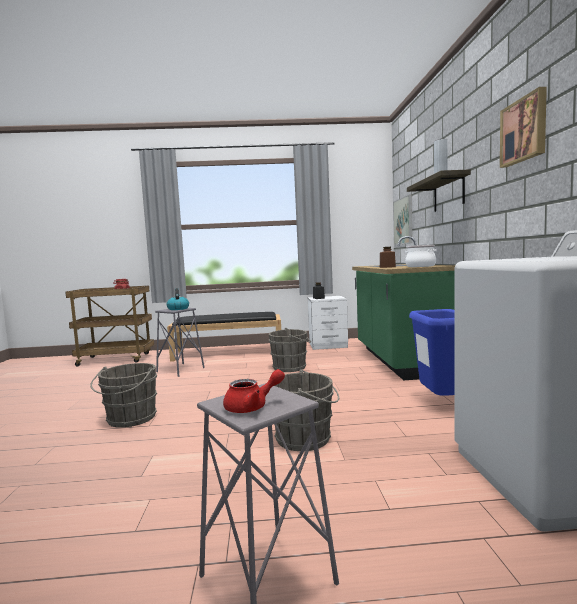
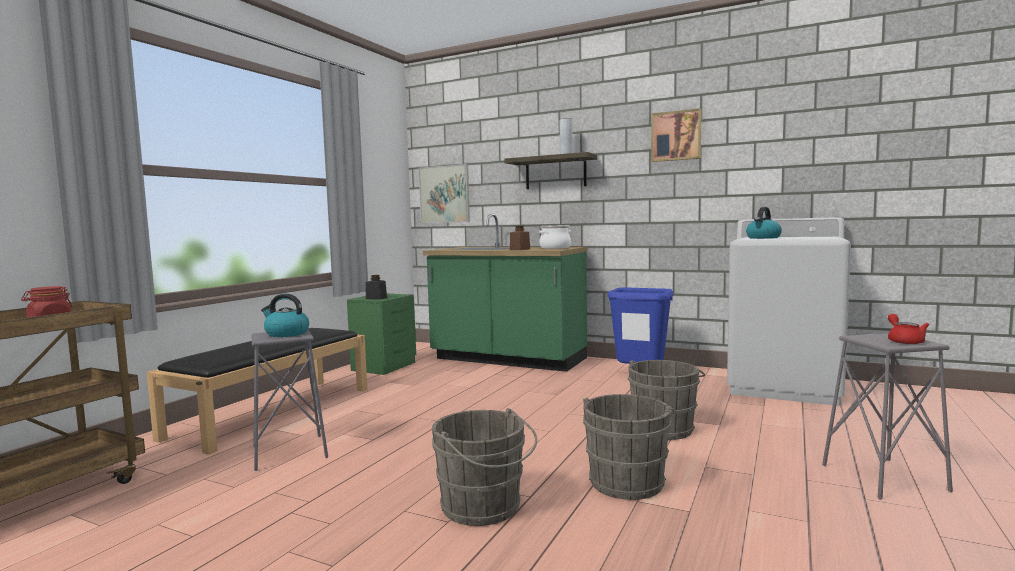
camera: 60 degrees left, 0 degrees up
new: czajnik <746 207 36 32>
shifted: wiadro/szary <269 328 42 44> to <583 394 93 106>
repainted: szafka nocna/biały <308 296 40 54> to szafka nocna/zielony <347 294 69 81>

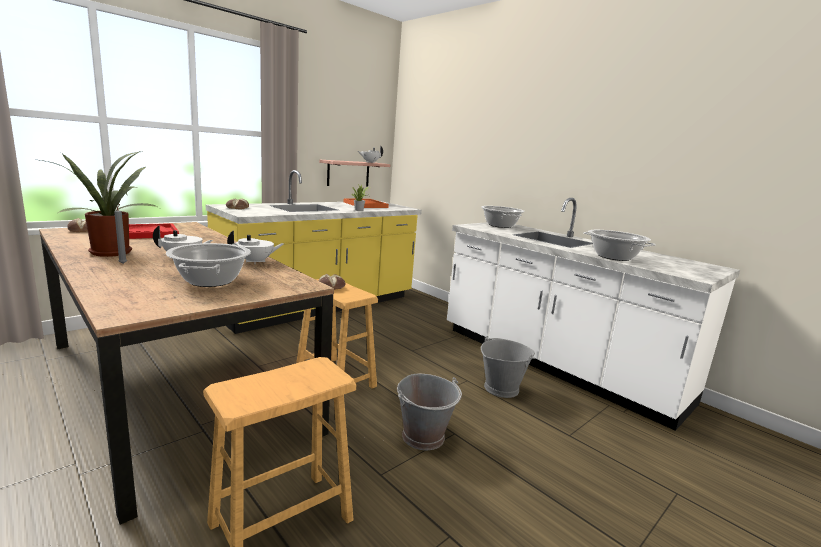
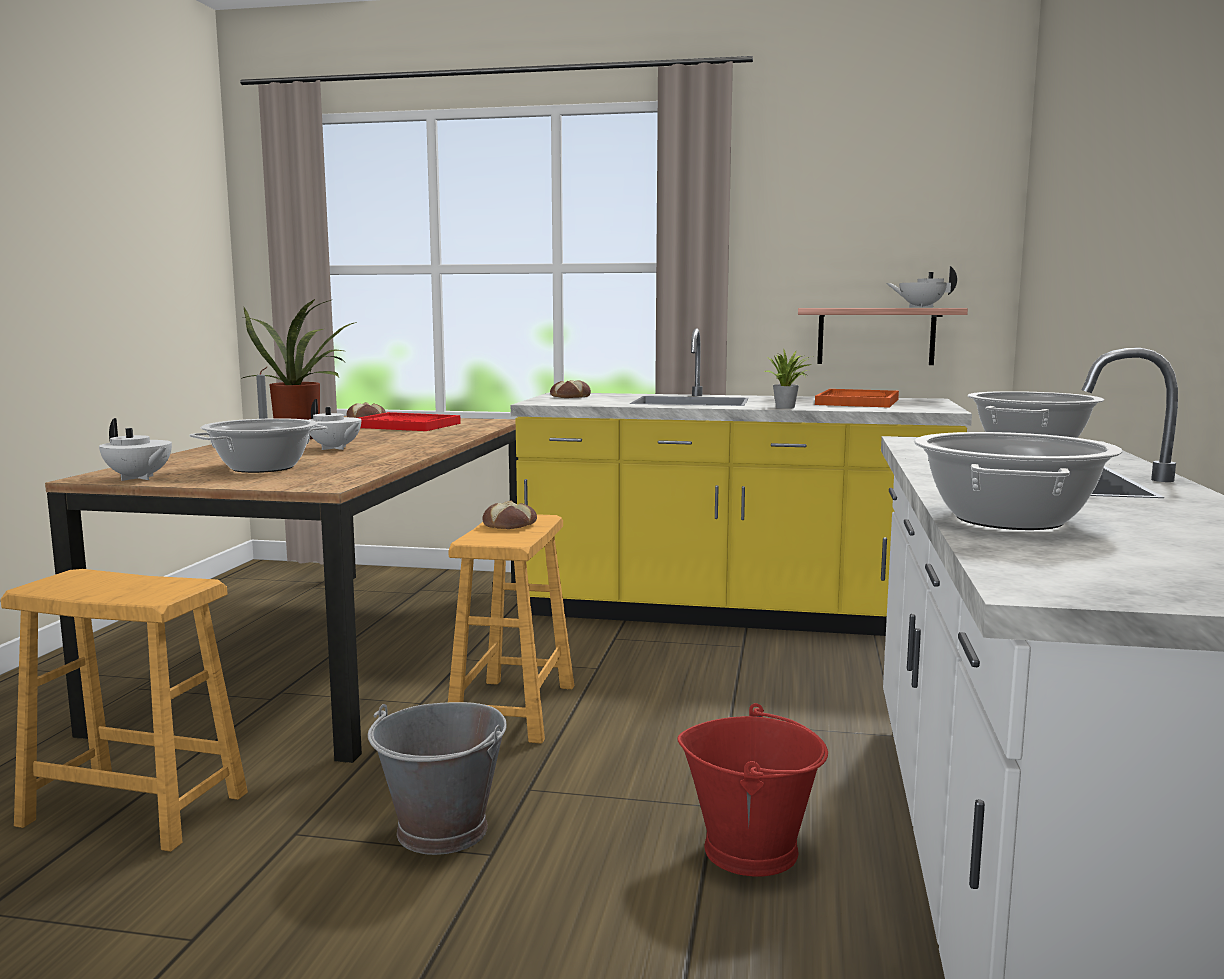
camera: 55 degrees right, 5 degrees down
shifted: imbryk/biały <227 230 57 34> to <99 418 73 63>
repainted: wiadro/szary <481 336 54 62> to wiadro/czerwony <677 703 151 174>

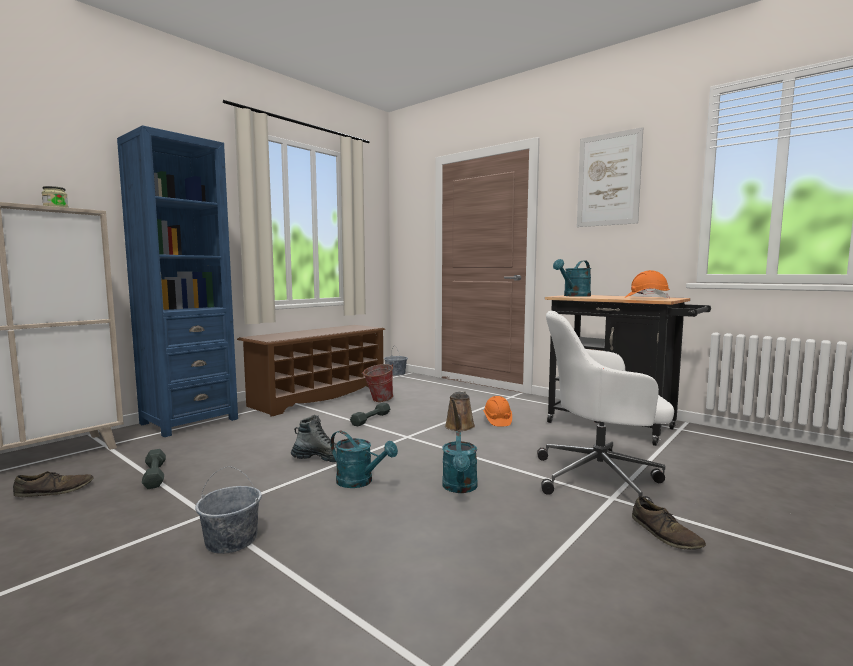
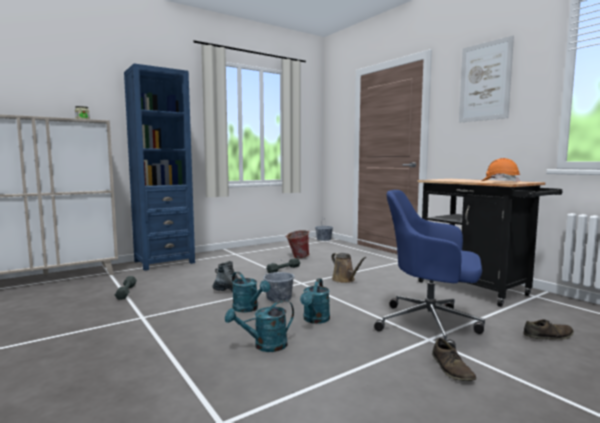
camera: 15 degrees right, 0 degrees up
gone: regał na buty/brązowy <237 325 148 92>; kask/pomarańczowy <483 396 29 30>
shifted: konewka/turkusowy <553 259 38 38> to <225 300 69 52>; wiadro/szary <195 466 67 88> to <263 259 32 43>; but/brązowy <13 471 81 26> to <523 320 51 20>
repainted: krzesło biurowe/biały <537 311 137 193> to krzesło biurowe/niebieski <374 190 111 159>
rotated: konewka/brązowy <445 391 30 40> = <331 253 36 30> 60 degrees counterclockwise

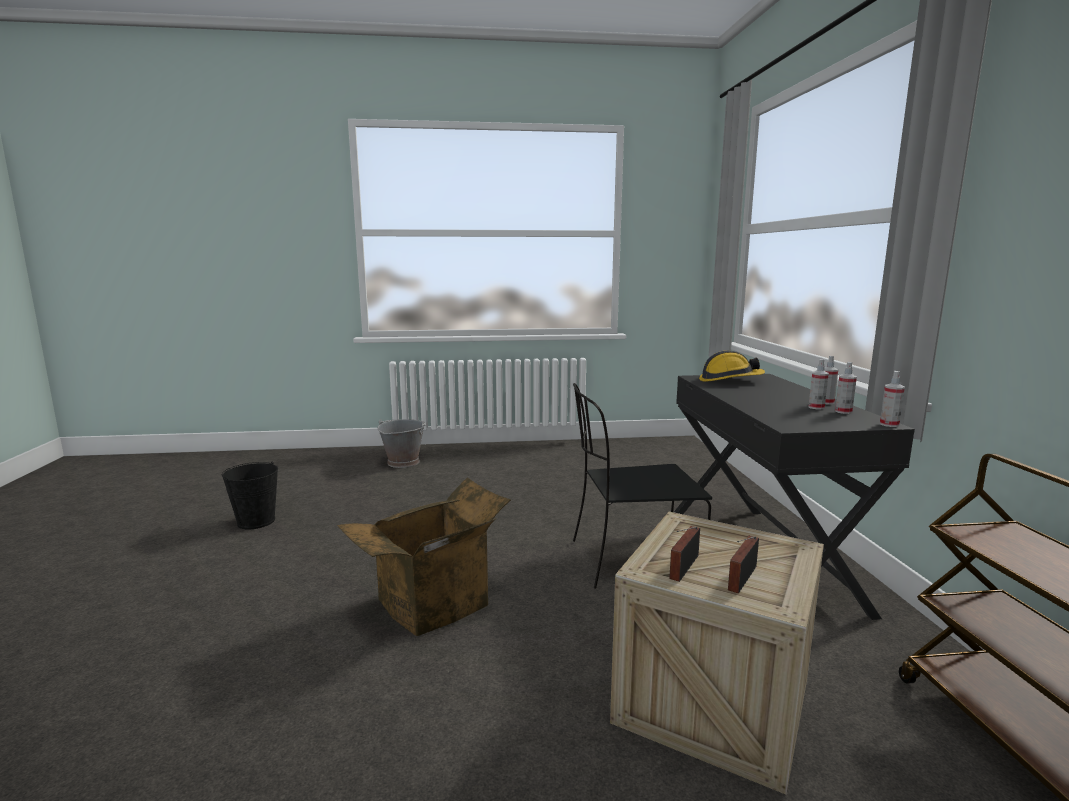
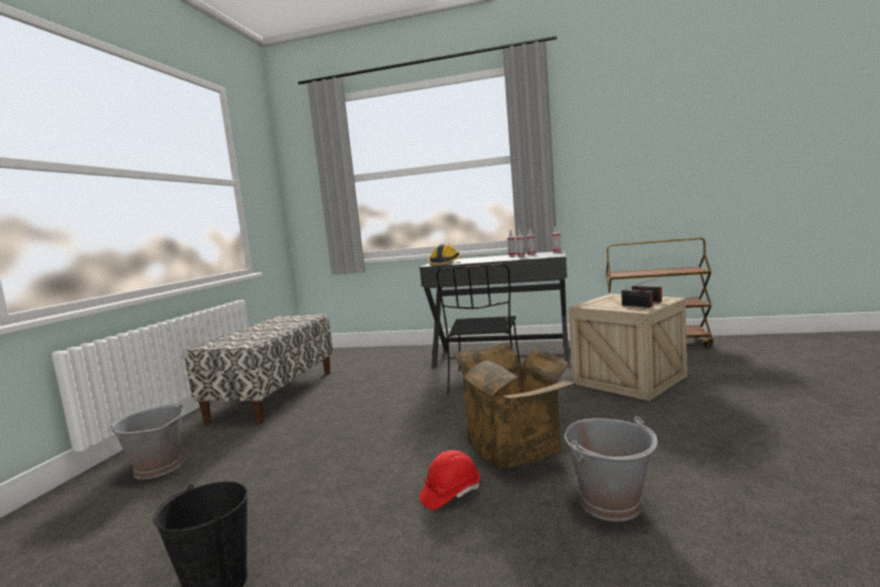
camera: 70 degrees left, 5 degrees down
new: ławka <185 314 148 110>; wiadro/szary <565 416 93 105>; kask/czerwony <420 450 60 60>

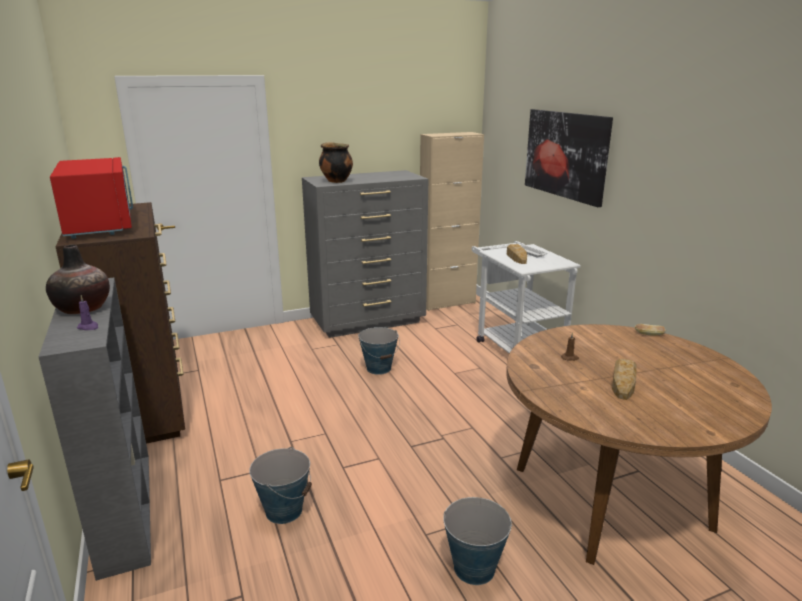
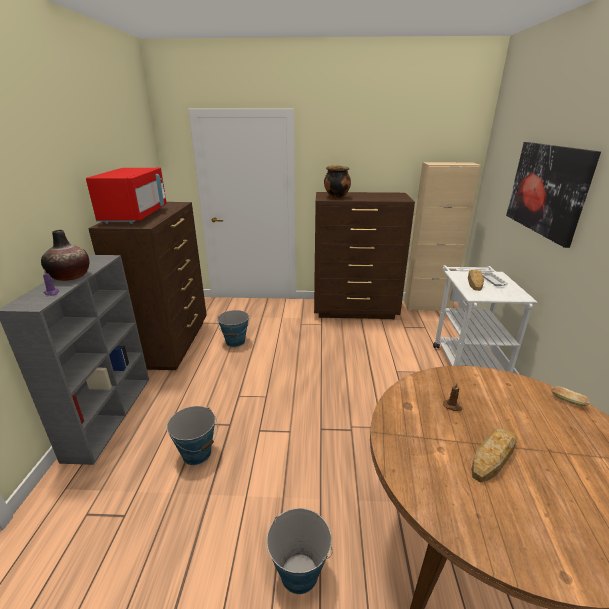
camera: 25 degrees right, 5 degrees up
shifted: wiadro <358 327 42 48> to <217 310 32 37>
repainted: komoda/szary <302 170 126 168> to komoda/brązowy <314 192 101 127>

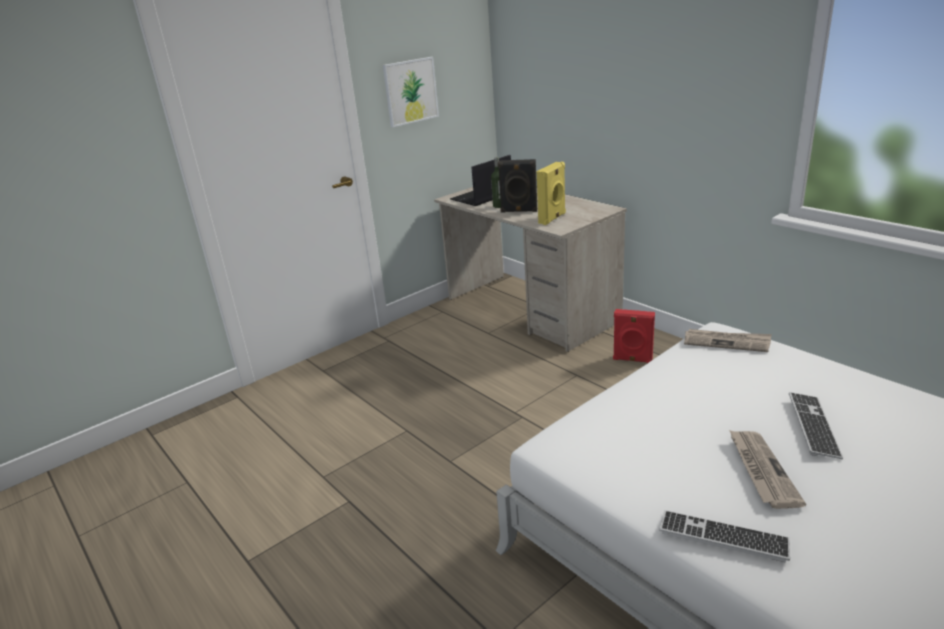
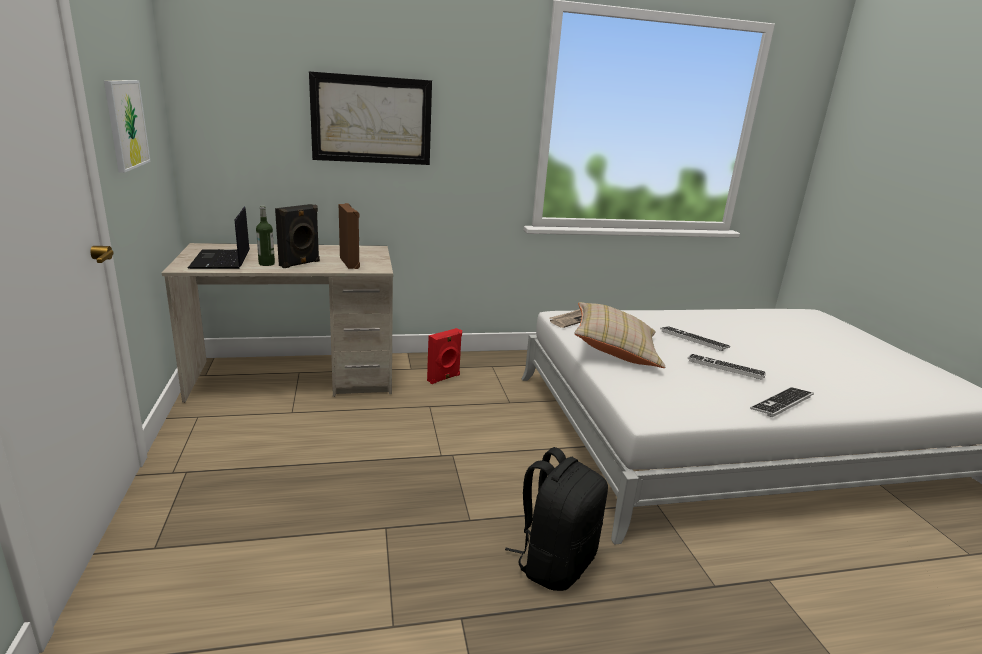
camera: 65 degrees left, 5 degrees down
new: obraz <309 71 123 94>; poduszka/beżowy <574 302 91 66>; plecak/czarny <505 447 103 144>
swapped: gazeta <729 430 77 79> to klawiatura <687 354 79 26>
repainted: głośnik/żółty <537 162 29 63> to głośnik/brązowy <339 203 21 66>

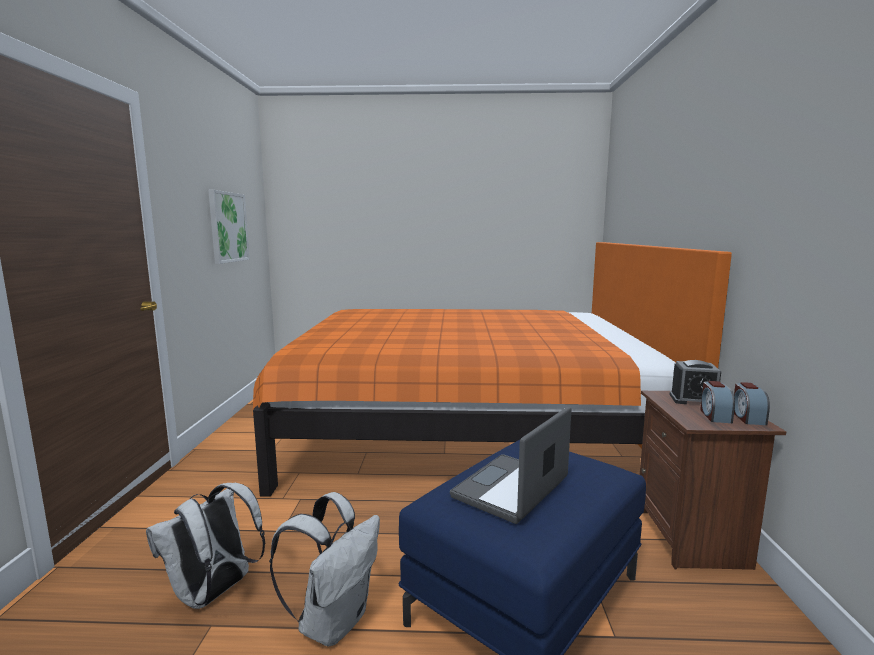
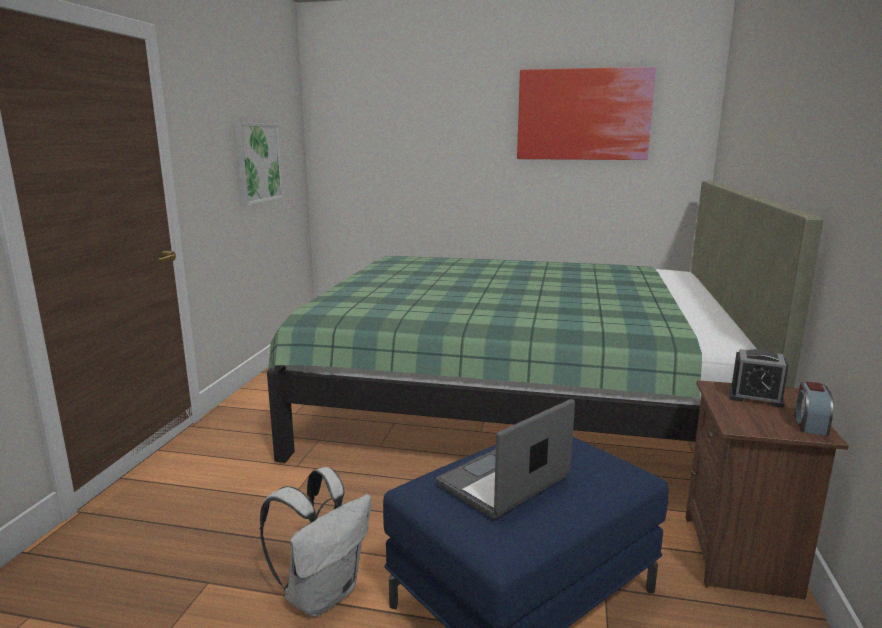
camera: 10 degrees right, 5 degrees up
gone: budzik <700 381 35 42>; plecak/biały <146 483 119 126>
new: obraz <517 67 139 93>
repainted: łóżko/pomarańczowy <253 242 479 255> to łóżko/zielony <267 181 556 282>

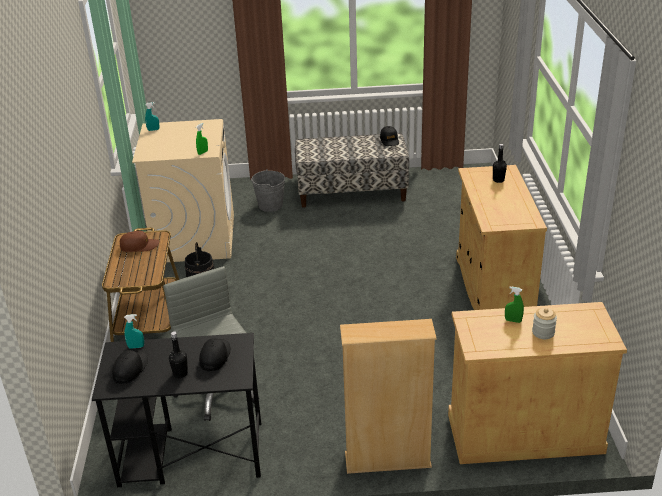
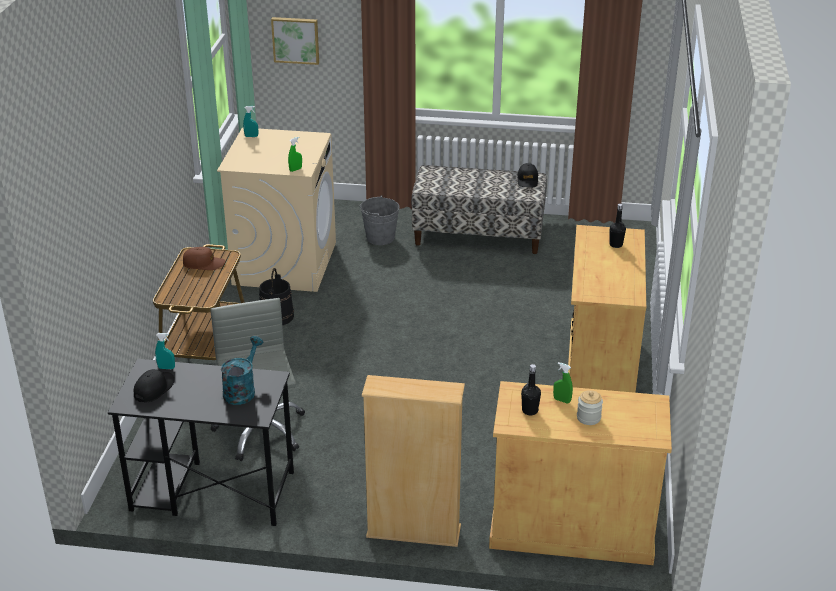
camera: 10 degrees right, 0 degrees up
new: obraz <271 17 48 48>
shifted: butelka/czarny <169 331 19 47> to <521 364 20 51>
swapped: czapka z daszkiem/czarny <199 338 32 33> to konewka/turkusowy <221 336 42 69>

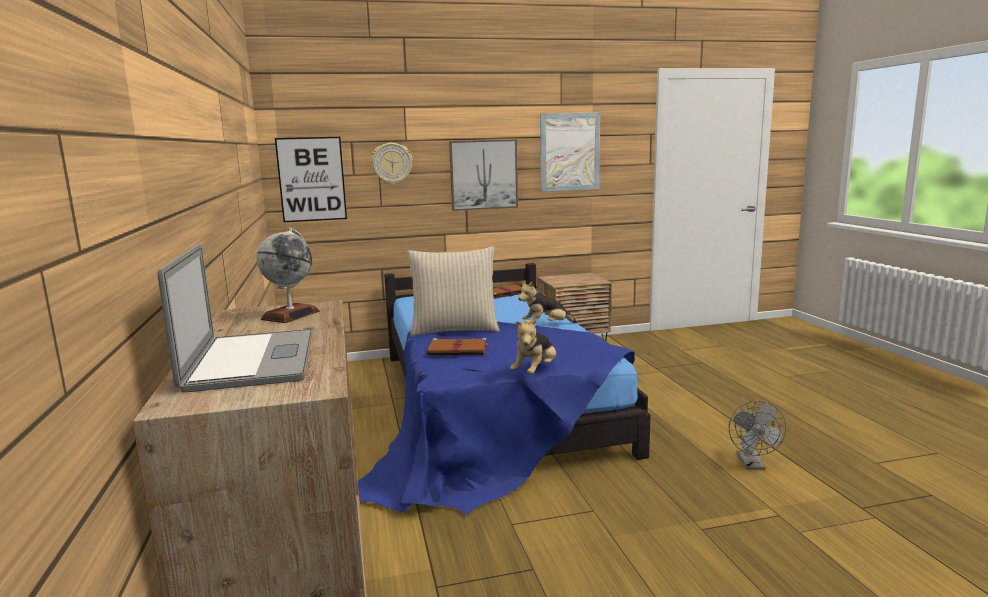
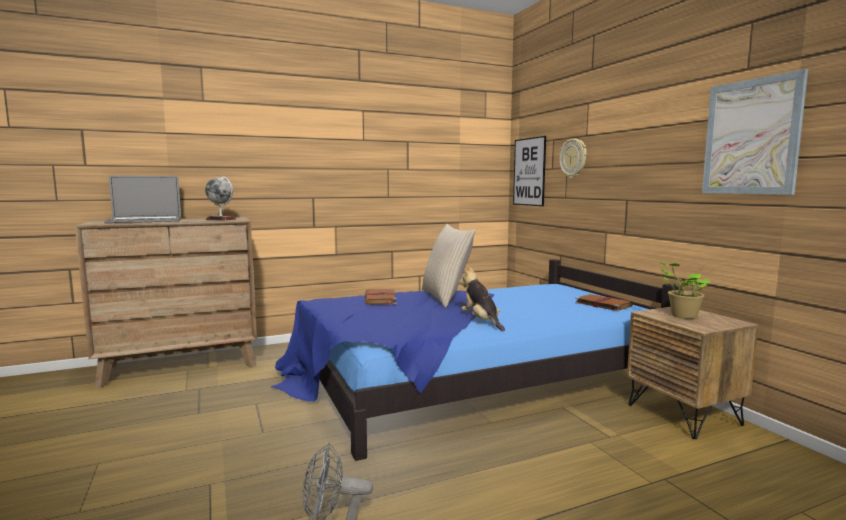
camera: 80 degrees right, 5 degrees down
gone: obraz <449 139 69 72>; pluszak <510 318 46 56>
new: roślina doniczkowa <657 260 53 59>

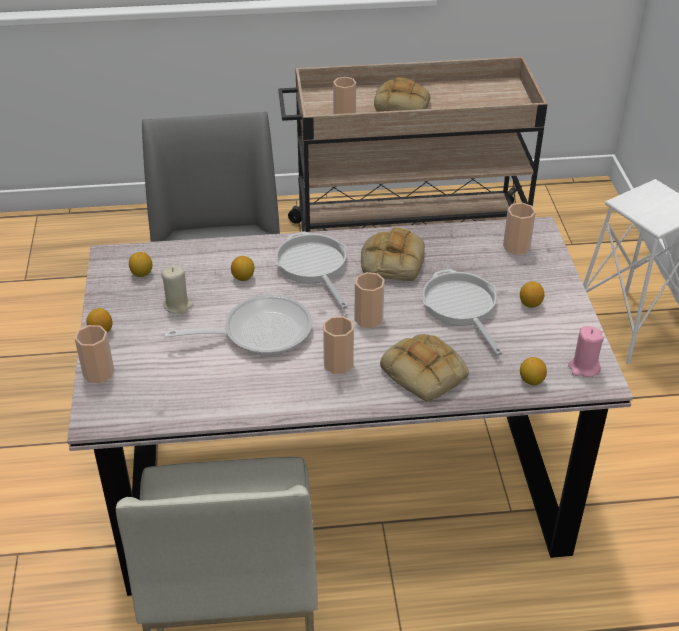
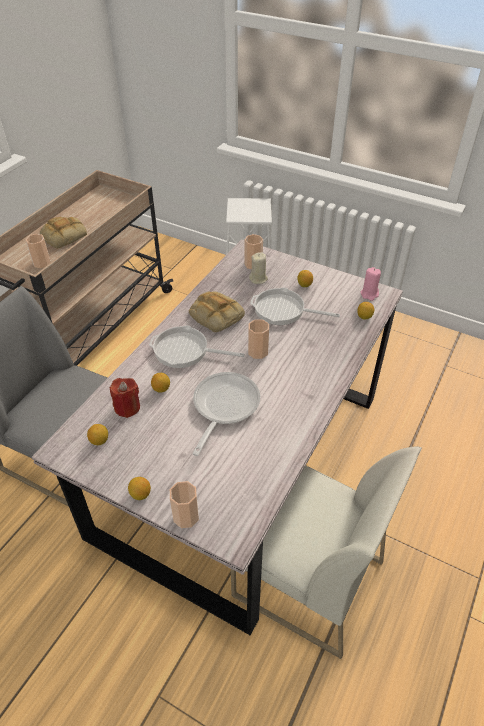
camera: 55 degrees left, 5 degrees up
gone: filiżanka <323 316 31 58>; chleb <380 334 89 68>
new: świeca/czerwony <110 378 30 40>
shifted: świeca/beżowy <161 266 33 48> to <249 253 19 31>

